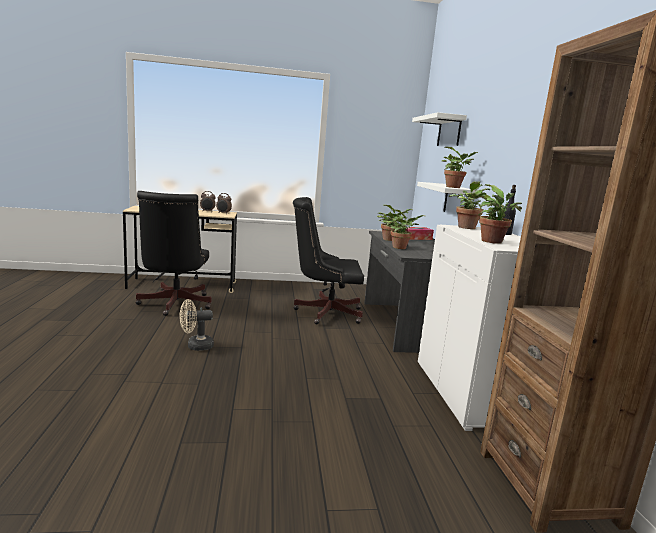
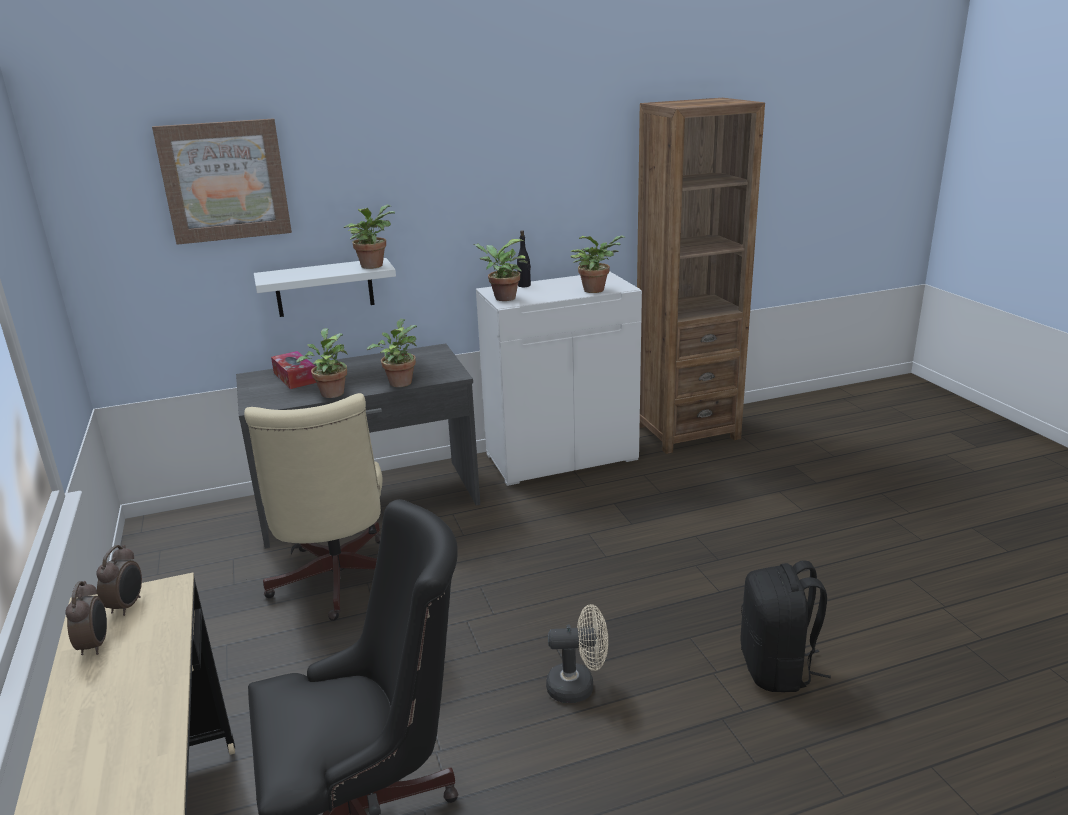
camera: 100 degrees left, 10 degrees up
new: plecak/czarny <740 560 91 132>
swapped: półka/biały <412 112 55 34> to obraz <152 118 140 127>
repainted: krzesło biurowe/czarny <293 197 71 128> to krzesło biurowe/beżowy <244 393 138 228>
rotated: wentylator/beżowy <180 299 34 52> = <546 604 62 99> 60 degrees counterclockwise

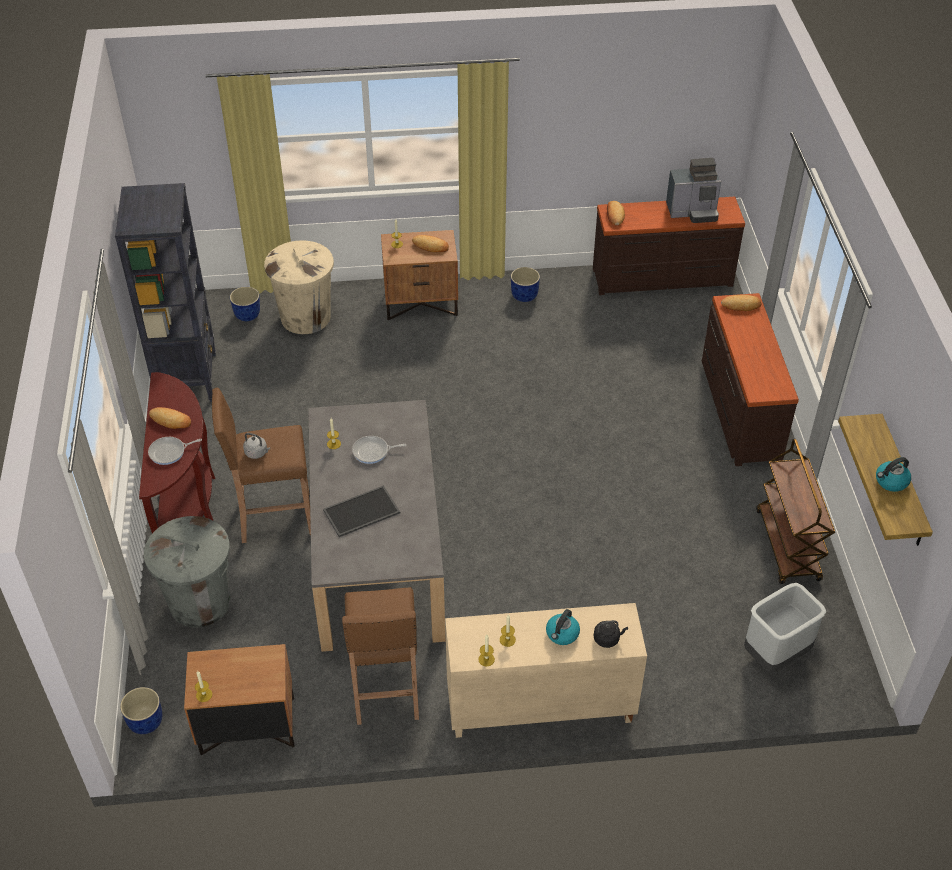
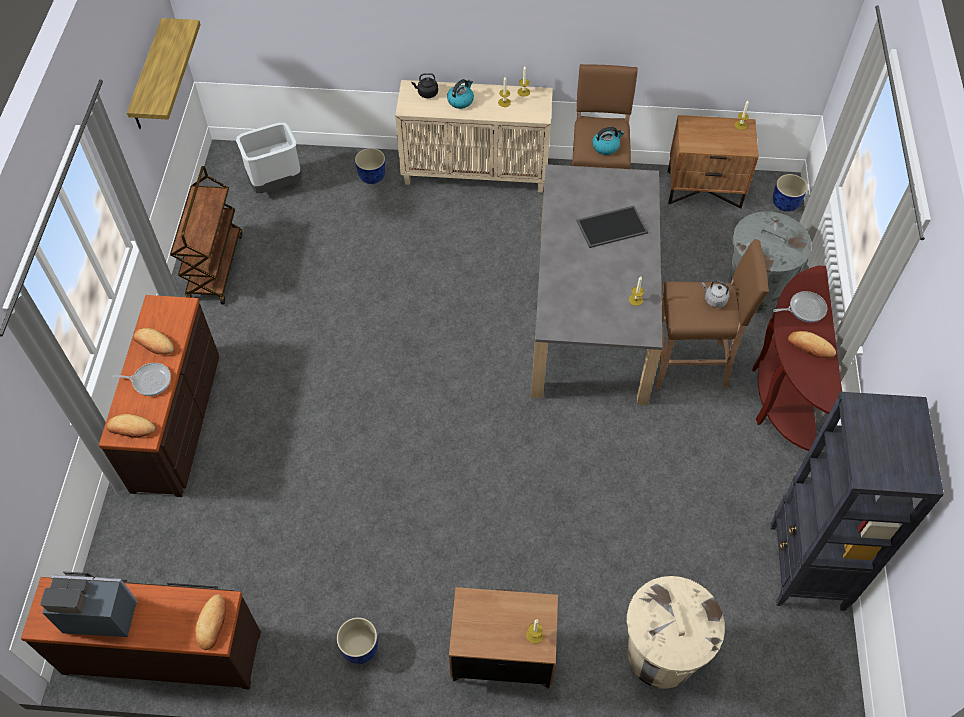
camera: 170 degrees left, 10 degrees up
shifted: chleb <412 235 37 17> to <133 328 41 27>; donica <230 287 30 34> to <355 148 30 36>; patelnia <352 436 54 28> to <113 363 58 33>; czajnik <876 457 35 35> to <592 127 32 28>

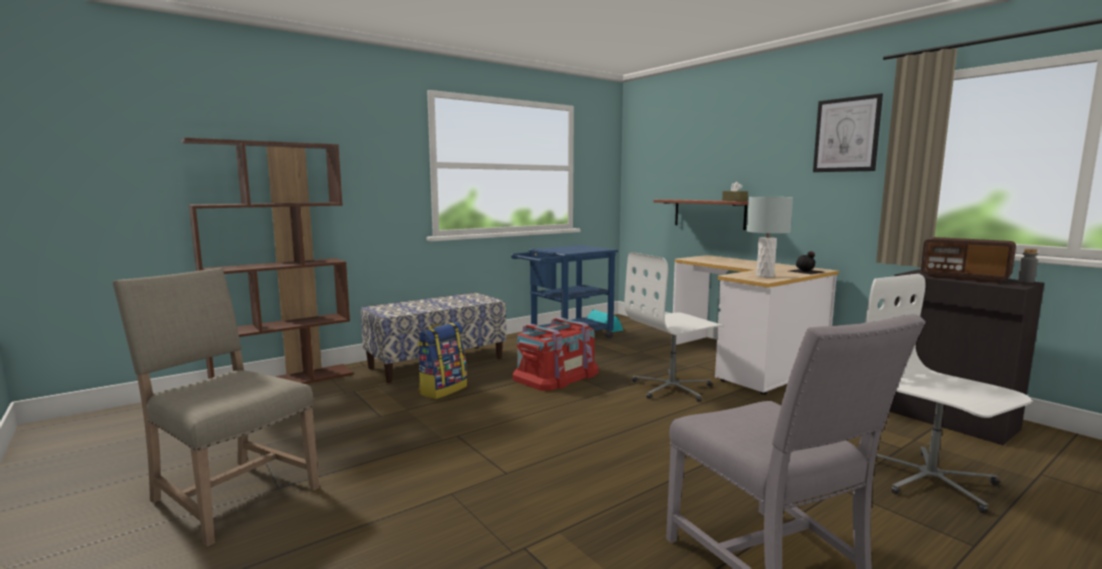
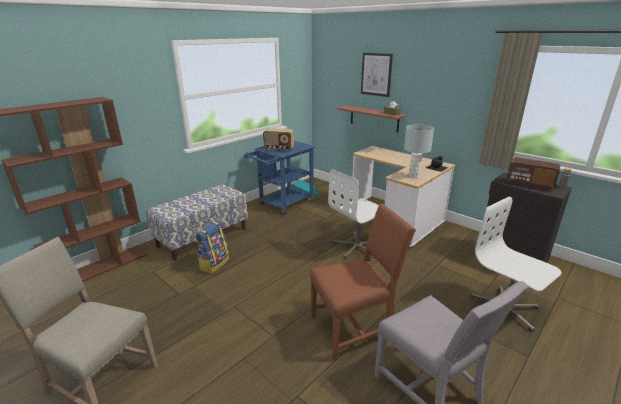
camera: 10 degrees left, 15 degrees up
gone: pojemnik do przechowywania/czerwony <513 317 86 74>
new: radio <263 128 31 23>; krzesło/brązowy <310 203 106 158>
shifted: obraz <813 93 70 79> to <361 53 32 44>

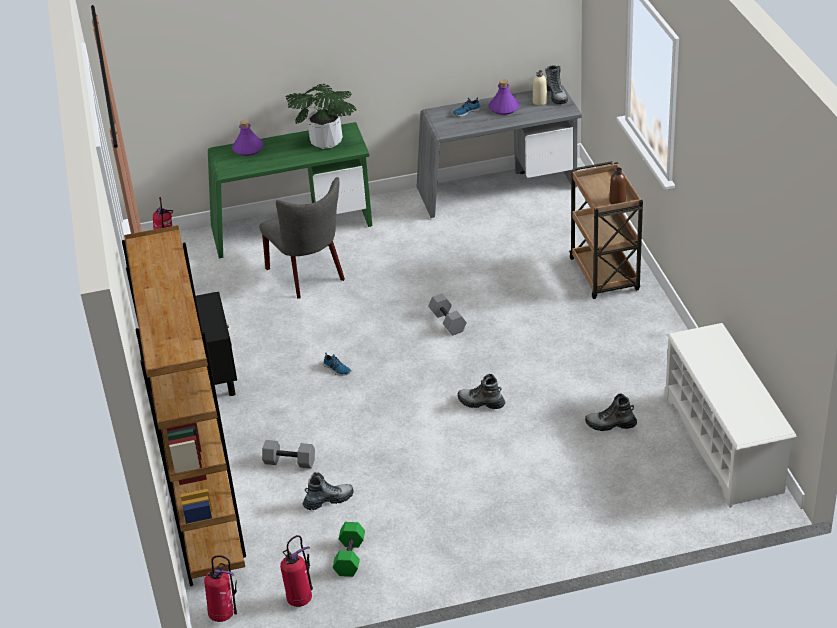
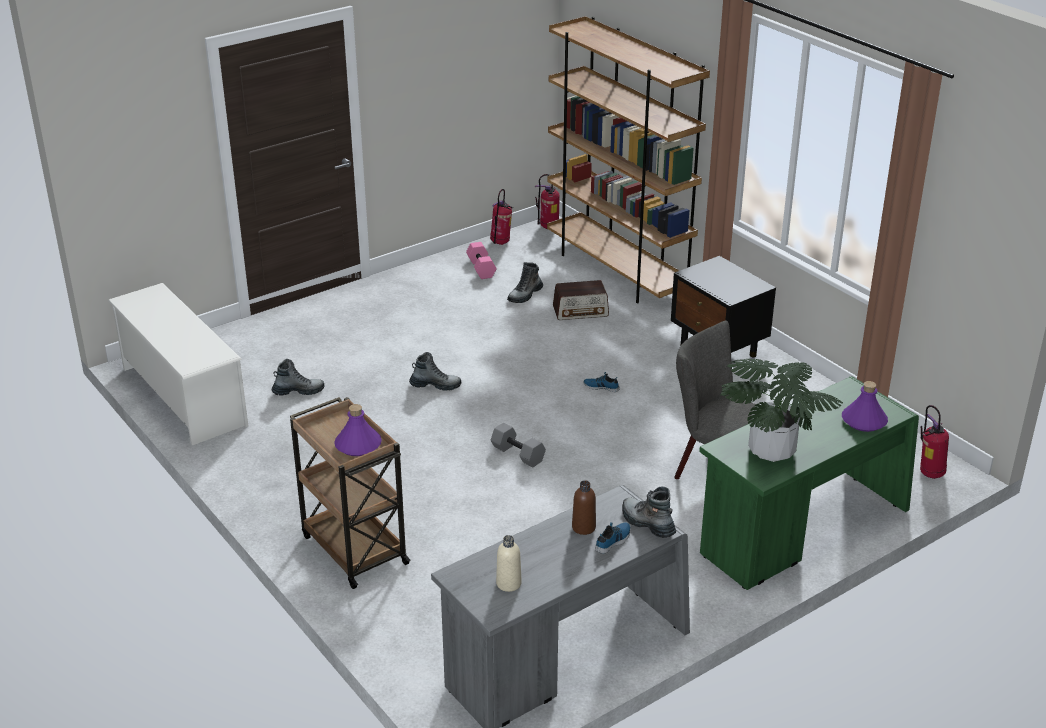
camera: 155 degrees right, 5 degrees down
shifted: but z cholewką <545 65 23 39> to <622 487 54 51>; butelka/fioletowy <488 79 32 36> to <334 404 48 52>; butelka/brązowy <609 167 17 37> to <572 480 24 55>
swapped: hantel/szary <262 440 53 29> to radio <553 280 56 40>
repainted: hantel/zielony <333 522 32 55> to hantel/różowy <466 242 31 37>

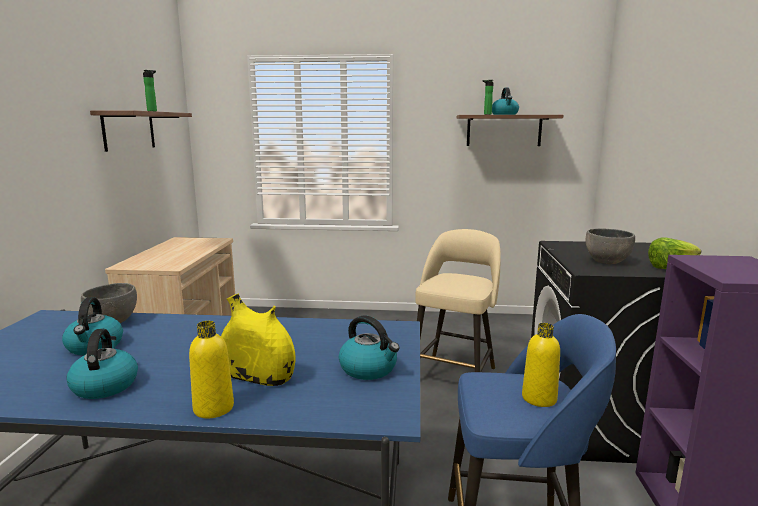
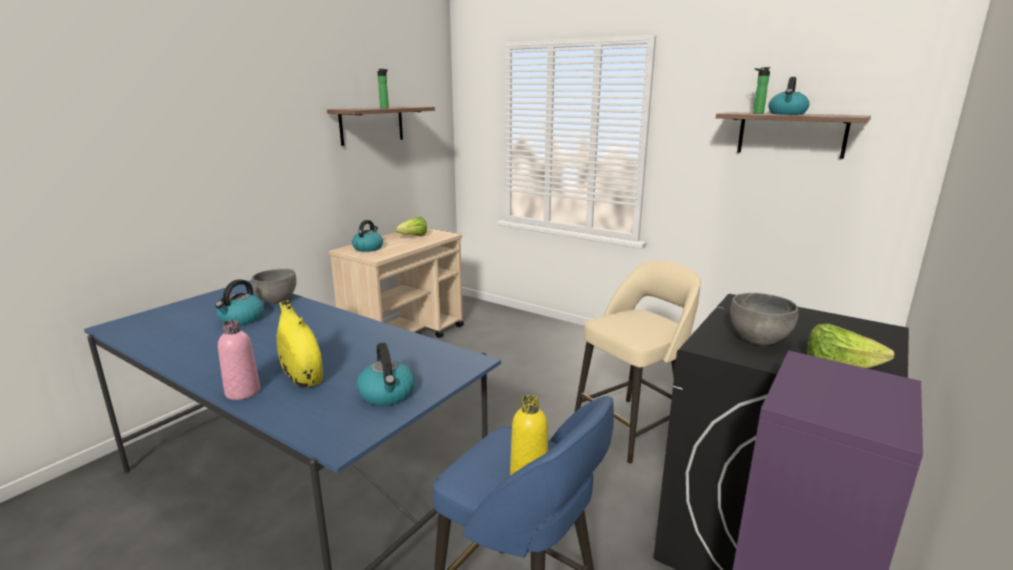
camera: 30 degrees right, 5 degrees up
new: sałata <395 216 32 20>
shifted: czajnik <66 329 72 70> to <352 220 31 32>
repainted: butelka/żółty <189 321 45 97> to butelka/różowy <218 320 42 80>

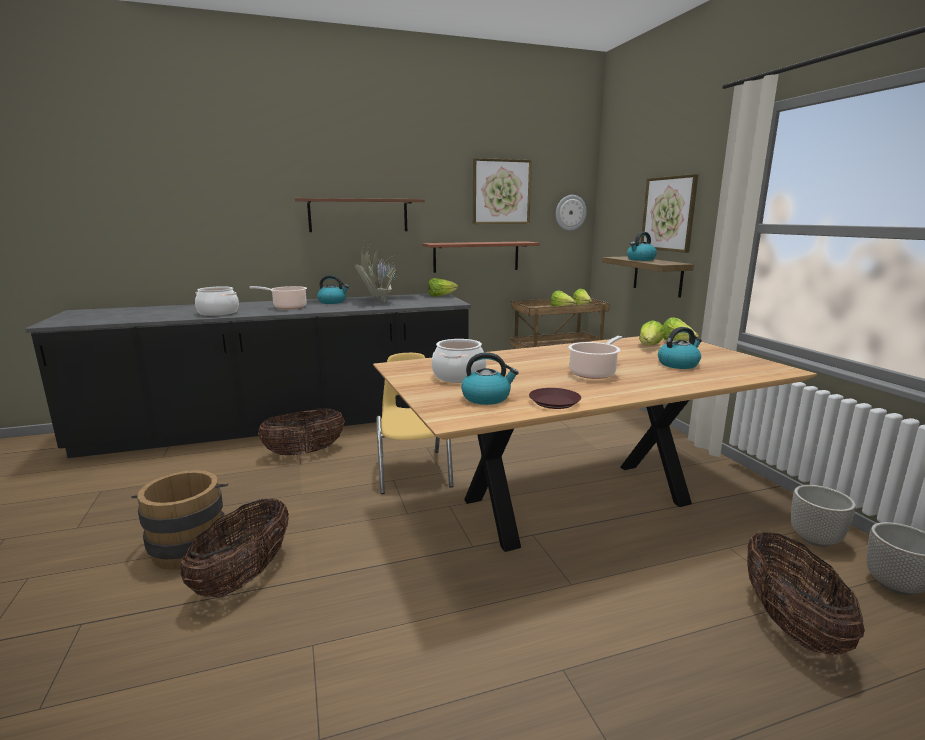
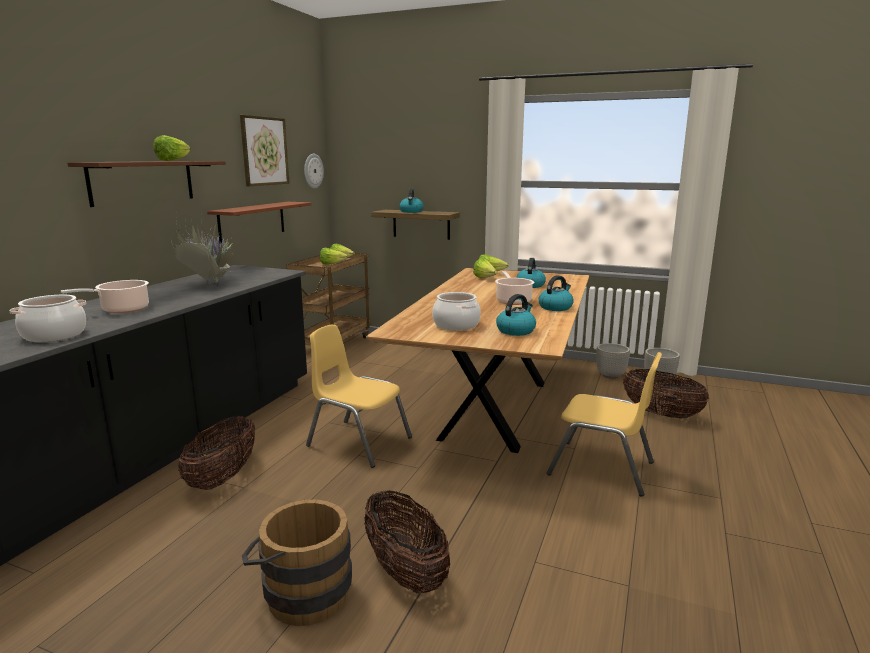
camera: 50 degrees left, 0 degrees up
gone: obraz <641 174 57 79>; talerz/brązowy <529 388 52 21>
new: krzesło/żółty <547 352 115 144>
shifted: czajnik <317 275 32 29> to <539 275 35 36>; sałata <428 278 30 19> to <153 135 37 26>

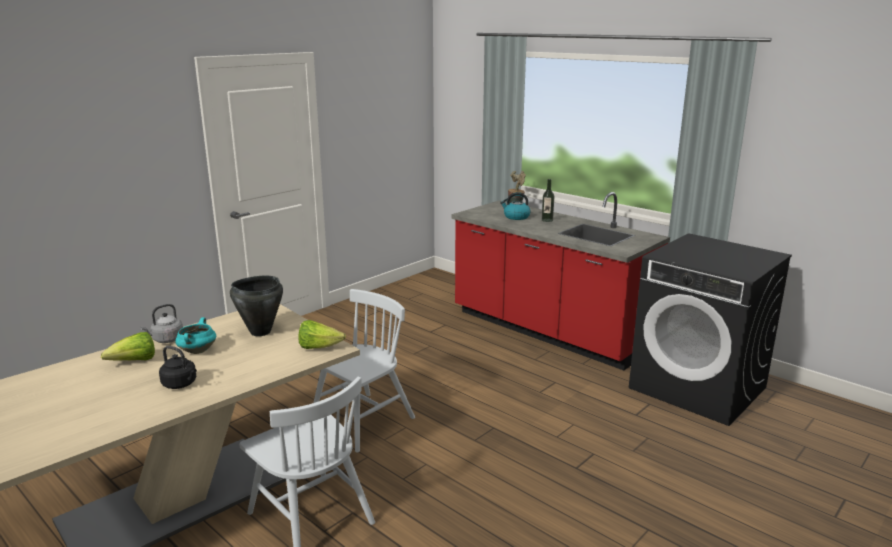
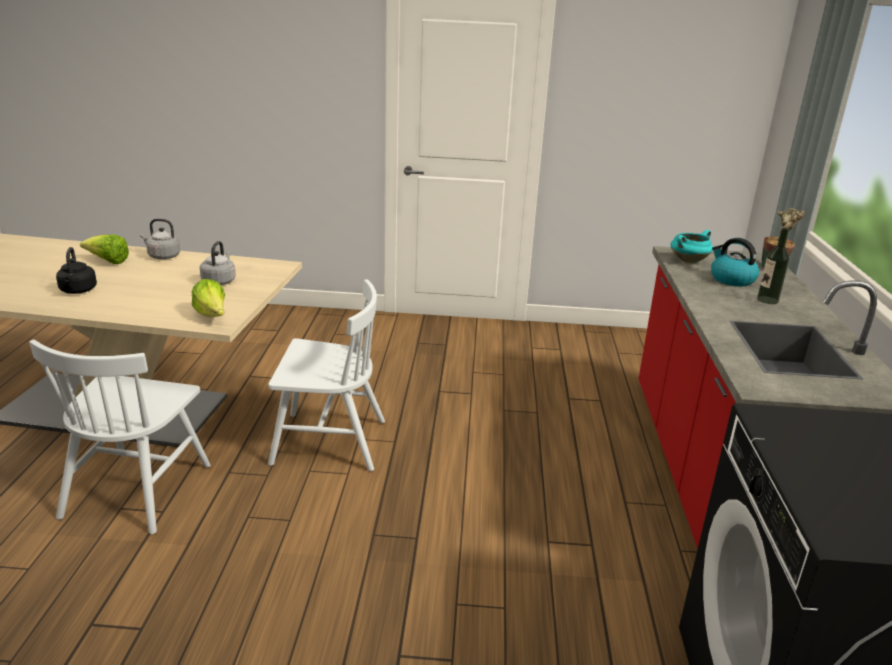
camera: 50 degrees right, 5 degrees up
shifted: garnek/turkusowy <175 317 41 37> to <670 230 43 33>
swapped: garnek/czarny <230 276 53 60> to czajnik/szary <200 241 36 44>

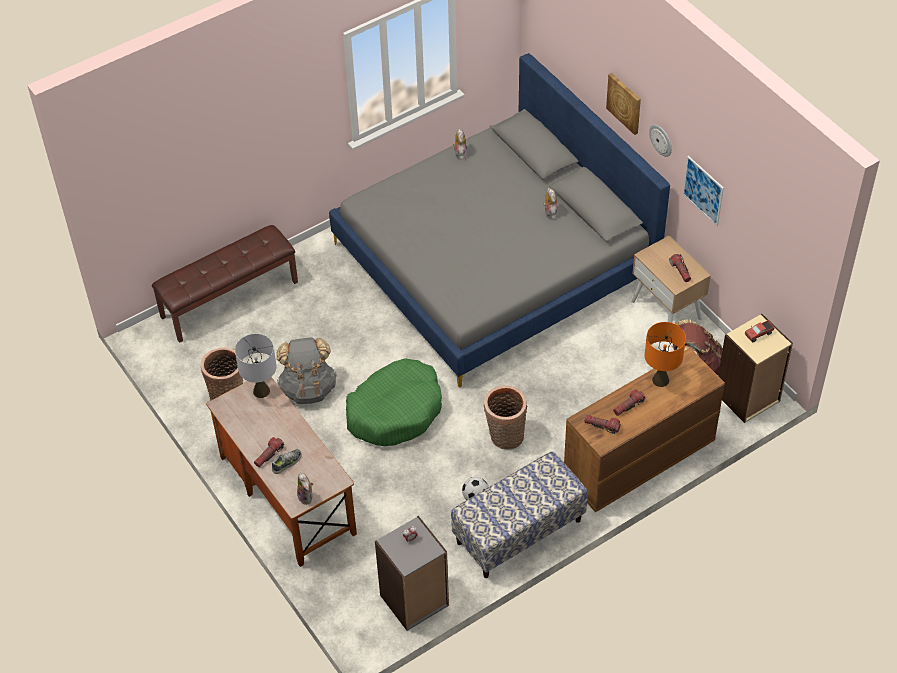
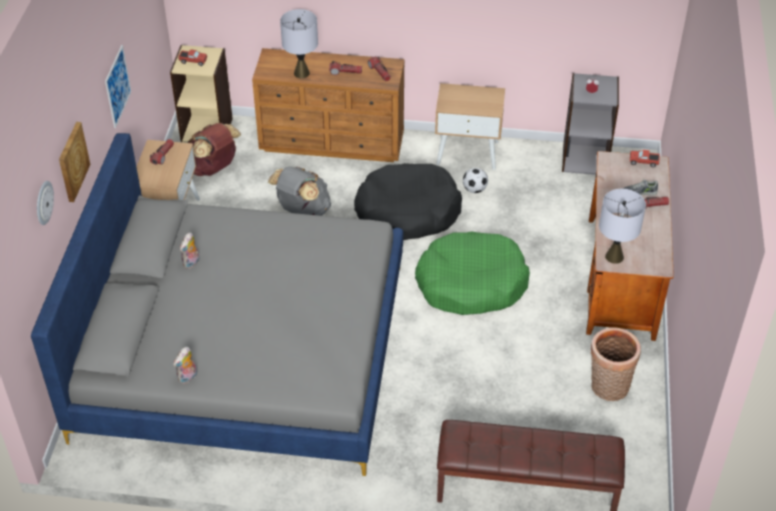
camera: 140 degrees left, 5 degrees down
shifted: zegar ścienny <649 124 23 33> to <37 181 17 44>; plecak/szary <276 337 61 67> to <268 166 63 50>
swapped: koszyk <484 385 43 64> to legowisko/czarny <354 163 108 77>; ławka <451 451 137 127> to szafka nocna/beżowy <435 83 70 87>; pluszak <297 472 16 33> to ciężarówka zabawkowa <630 150 30 17>
repainted: lampa stołowa/pomarańczowy <645 322 41 65> to lampa stołowa/szary <280 9 38 69>

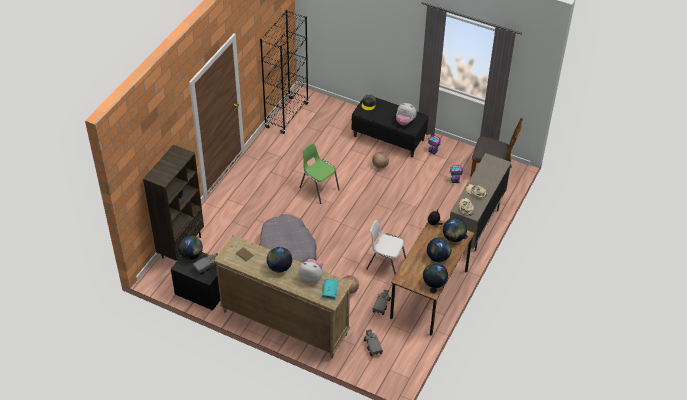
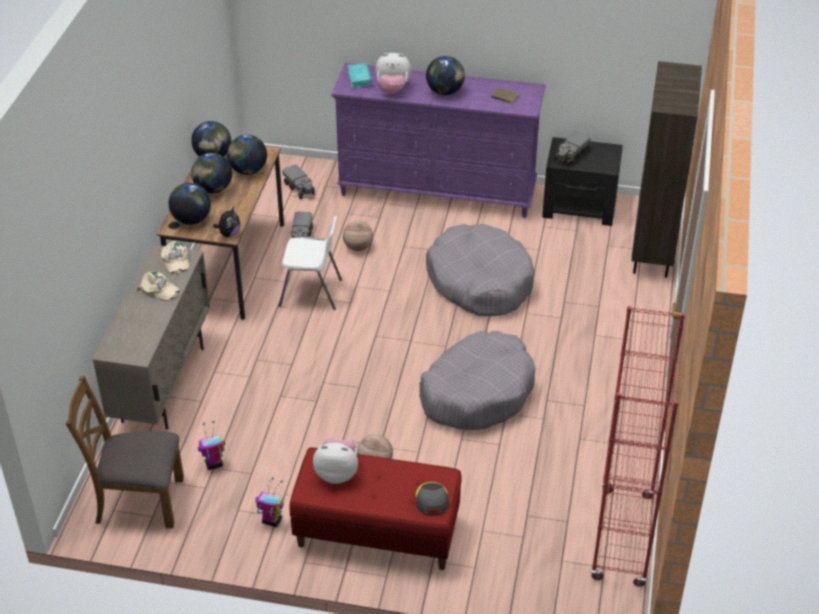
camera: 165 degrees right, 5 degrees down
shifted: globus <178 235 25 25> to <227 135 40 40>
swapped: krzesło/zielony <299 143 41 61> to legowisko/szary <419 331 116 99>
repainted: regał/czarny <260 10 49 124> to regał/czerwony <590 306 95 281>; ławka/czarny <352 97 76 60> to ławka/czerwony <289 448 173 122>; komoda/beżowy <214 235 139 123> to komoda/fioletowy <331 63 215 155>

